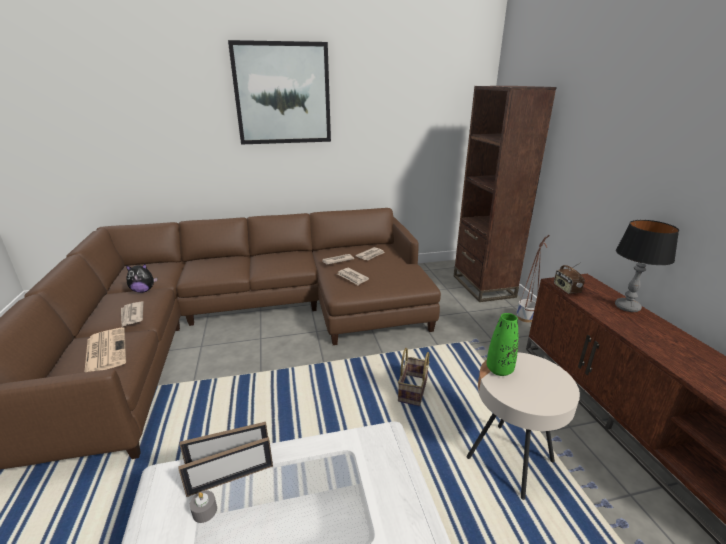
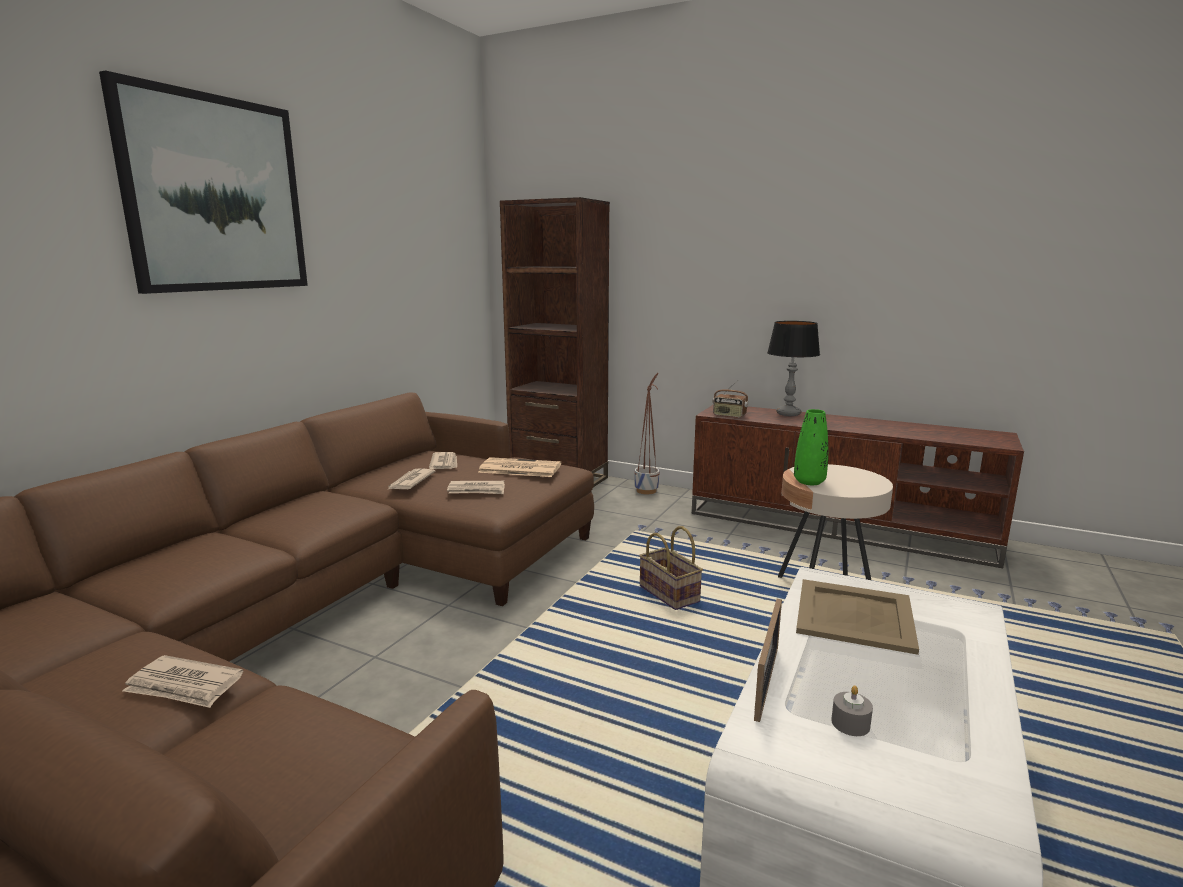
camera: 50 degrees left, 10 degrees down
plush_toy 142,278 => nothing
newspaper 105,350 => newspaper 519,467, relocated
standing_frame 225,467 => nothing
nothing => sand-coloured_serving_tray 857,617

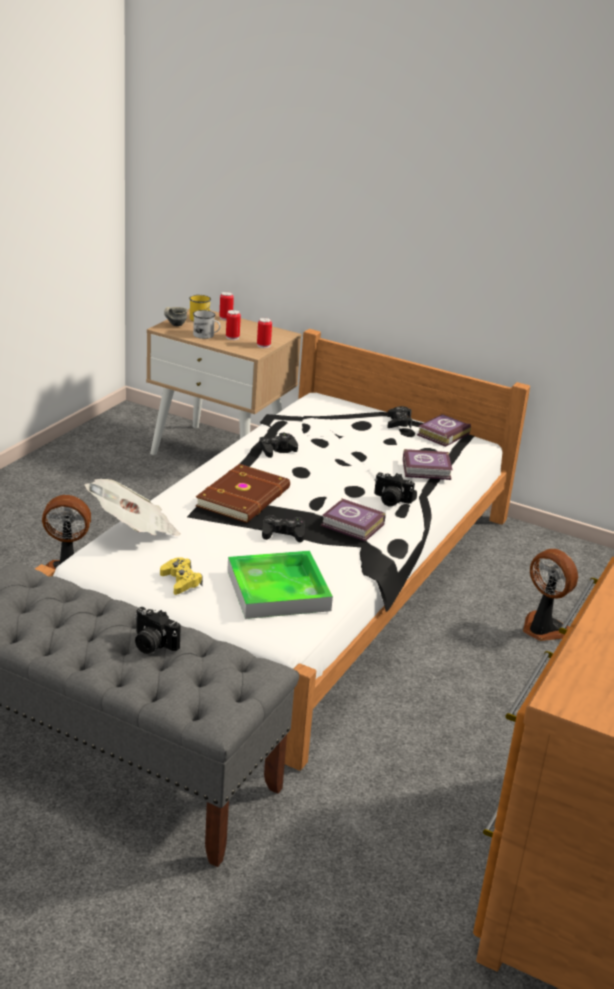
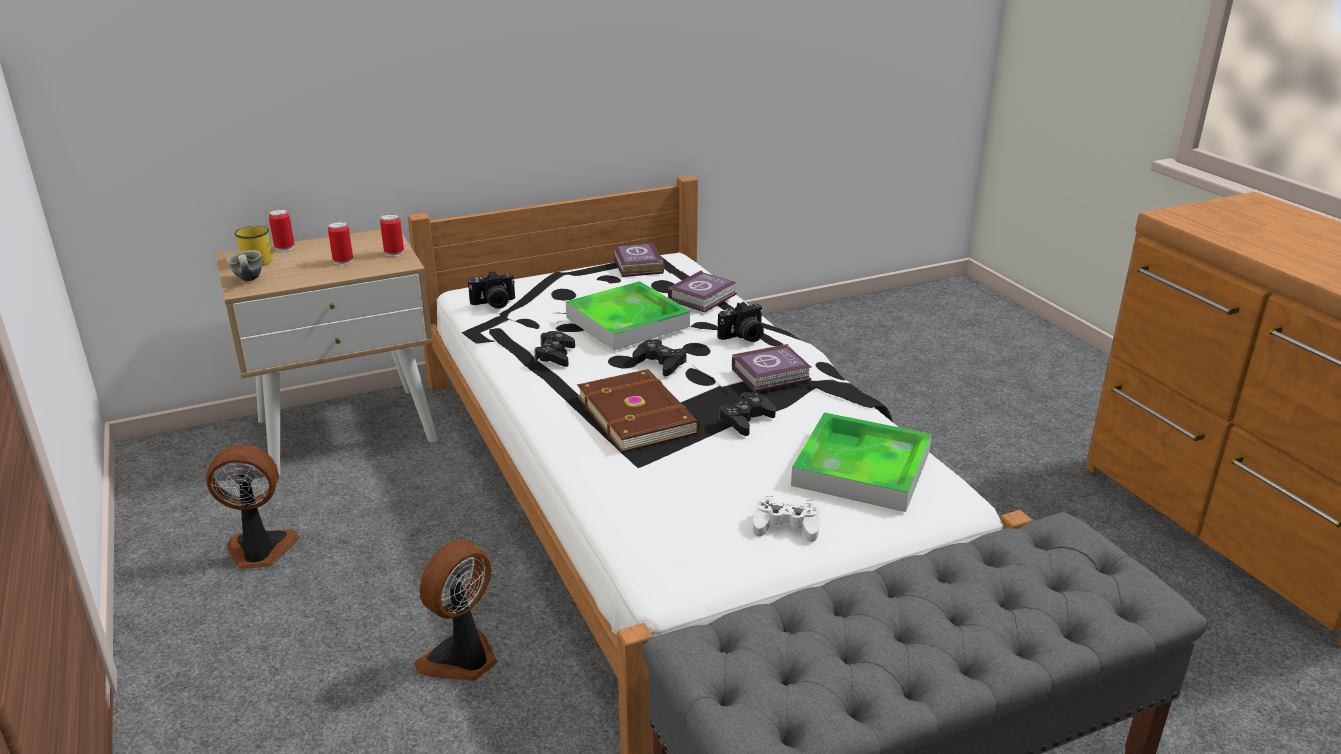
camera: 50 degrees left, 0 degrees up
whitish_tea_mug 207,324 => nothing
black-coloured_game_controller 399,417 => black-coloured_game_controller 659,357, relocated
newspaper 132,507 => nothing
fan 550,595 => fan 253,507, relocated
yellowish_game_controller 181,576 => whitish_game_controller 786,519
photo_camera 157,630 => photo_camera 491,290, relocated
nothing => serving_tray 628,315

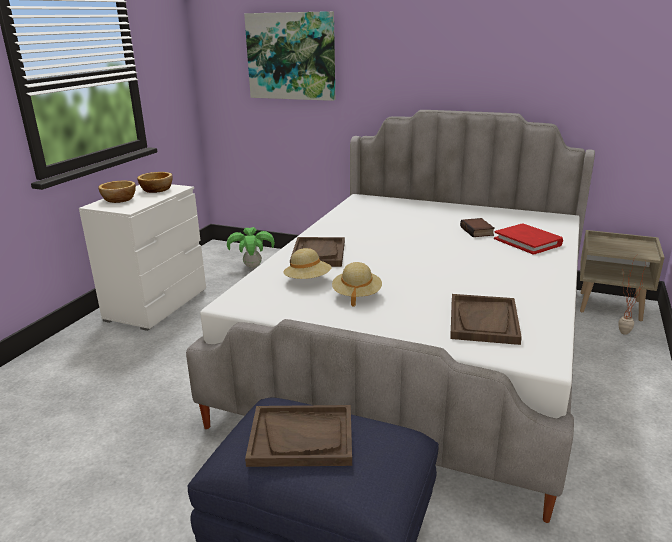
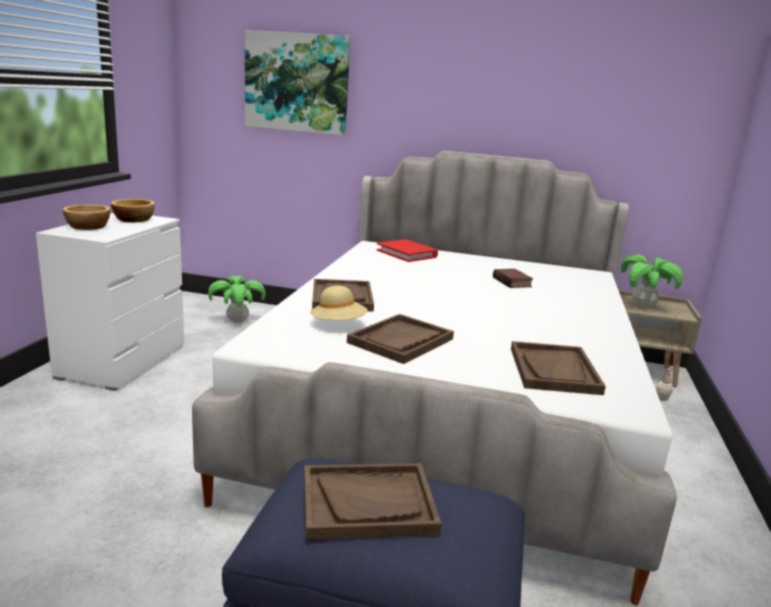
camera: 10 degrees left, 5 degrees down
red-coloured_book 528,239 => red-coloured_book 407,250, relocated
sand-coloured_hat 357,284 => brownish_serving_tray 400,339
nothing => potted_plant 652,281

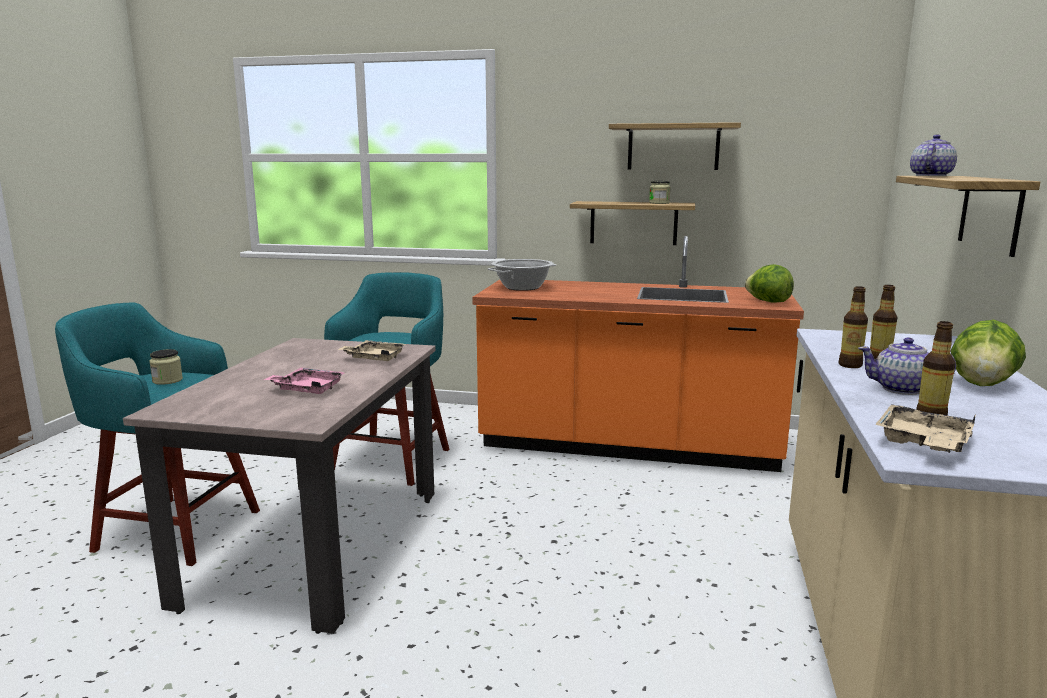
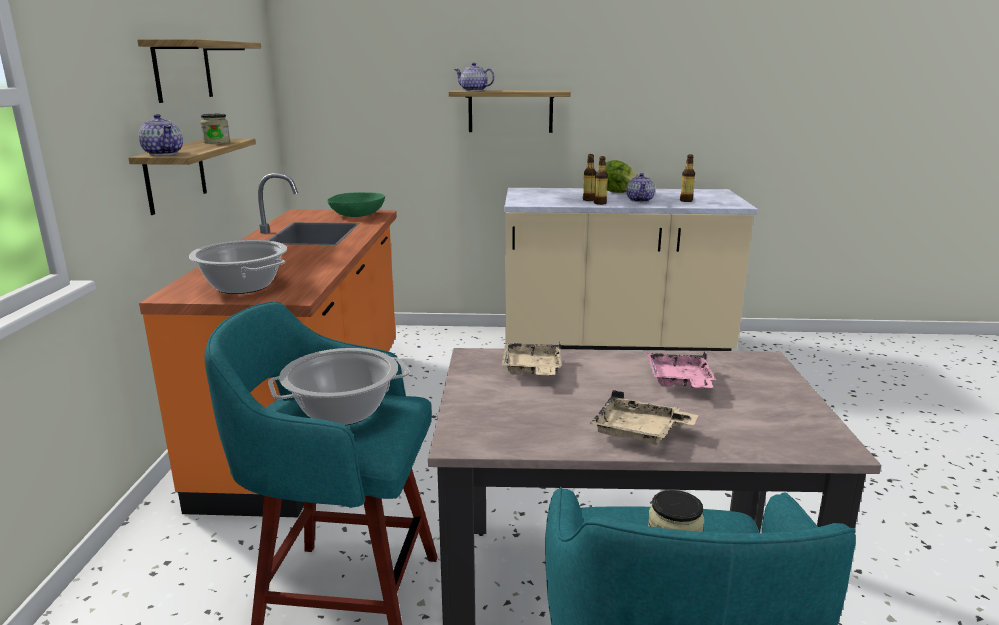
camera: 100 degrees left, 5 degrees up
lettuce_head 769,283 => greenish_serving_bowl 356,204
sand-coloured_serving_tray 926,428 => sand-coloured_serving_tray 644,417, relocated
nothing => tea_pot 160,134
nothing => saucepot 339,386

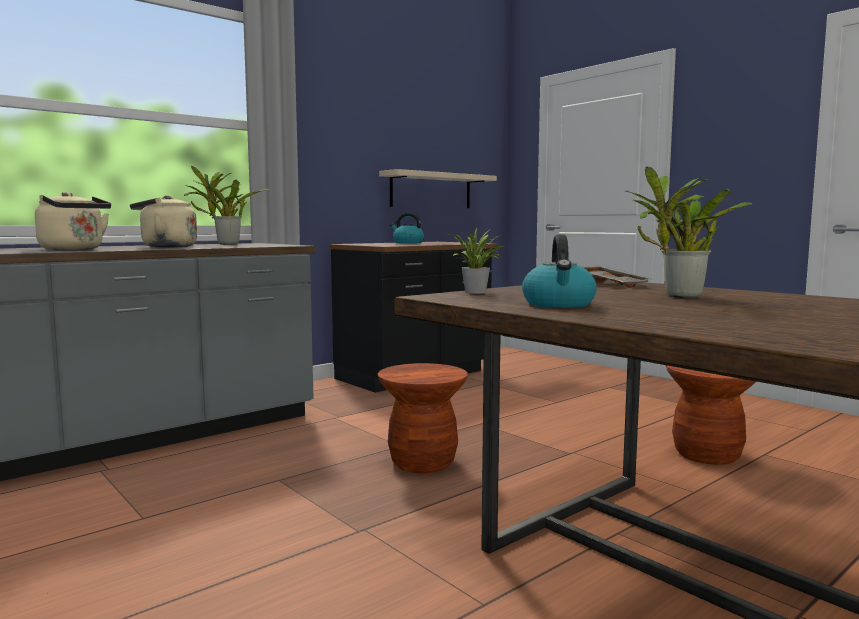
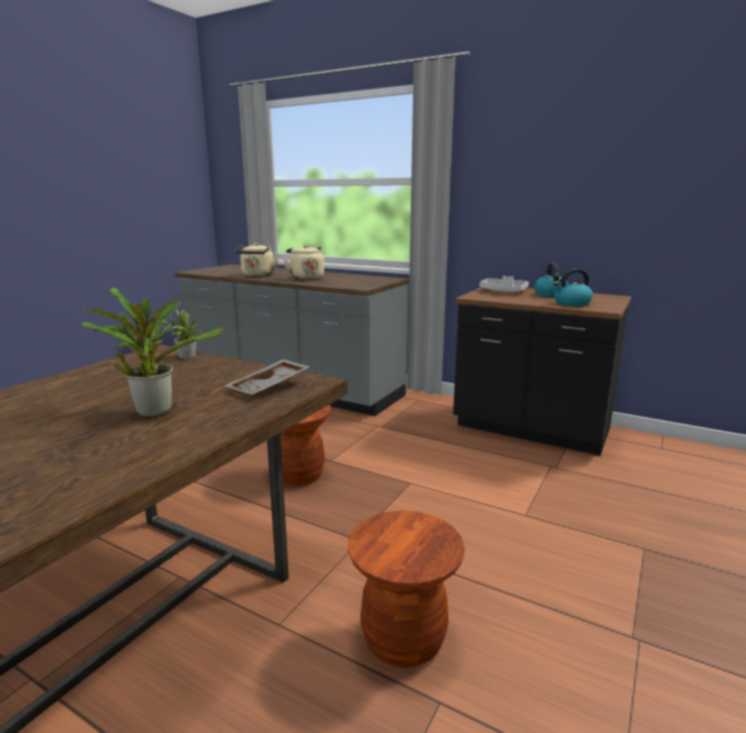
camera: 70 degrees right, 10 degrees up
potted_plant 226,205 => nothing
sand-coloured_shelf 438,188 => nothing
kettle 559,271 => kettle 573,287, relocated
nothing => gray_serving_tray 504,284

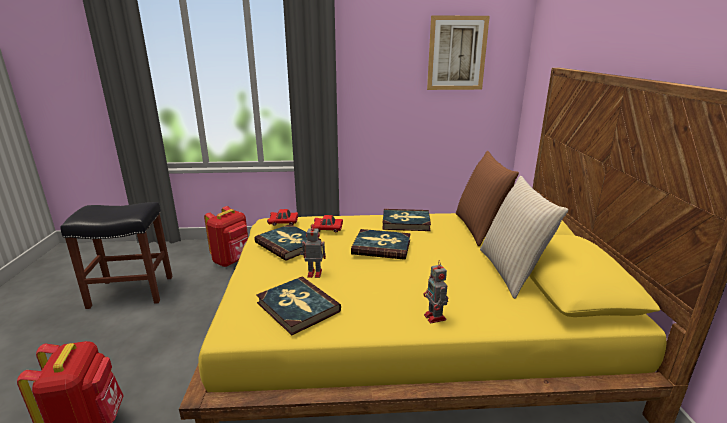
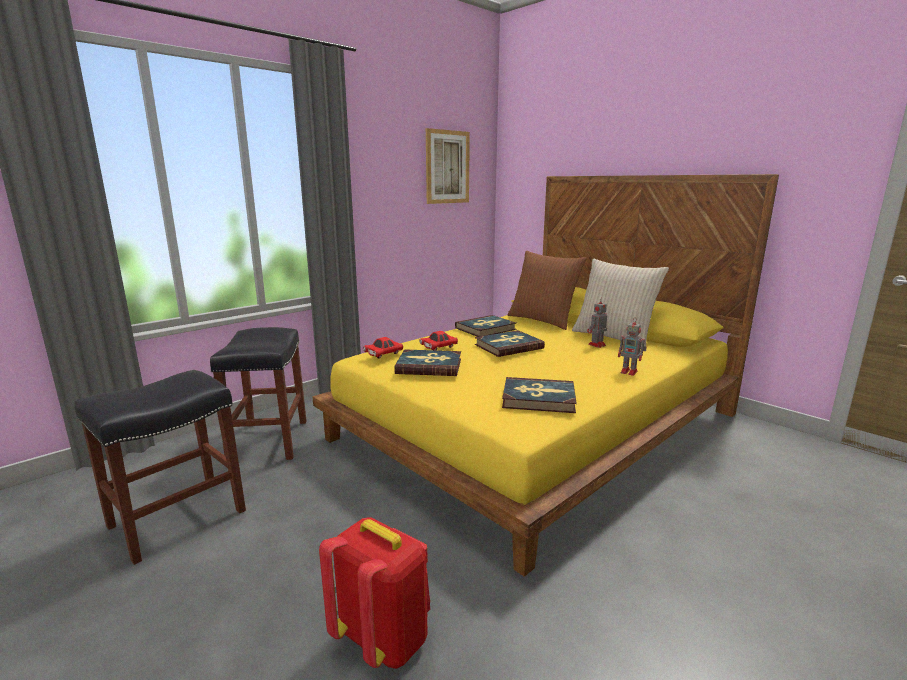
camera: 40 degrees left, 5 degrees down
red-coloured_rucksack 226,236 => black-coloured_stool 258,393
model_robot 313,251 => model_robot 597,323, relocated

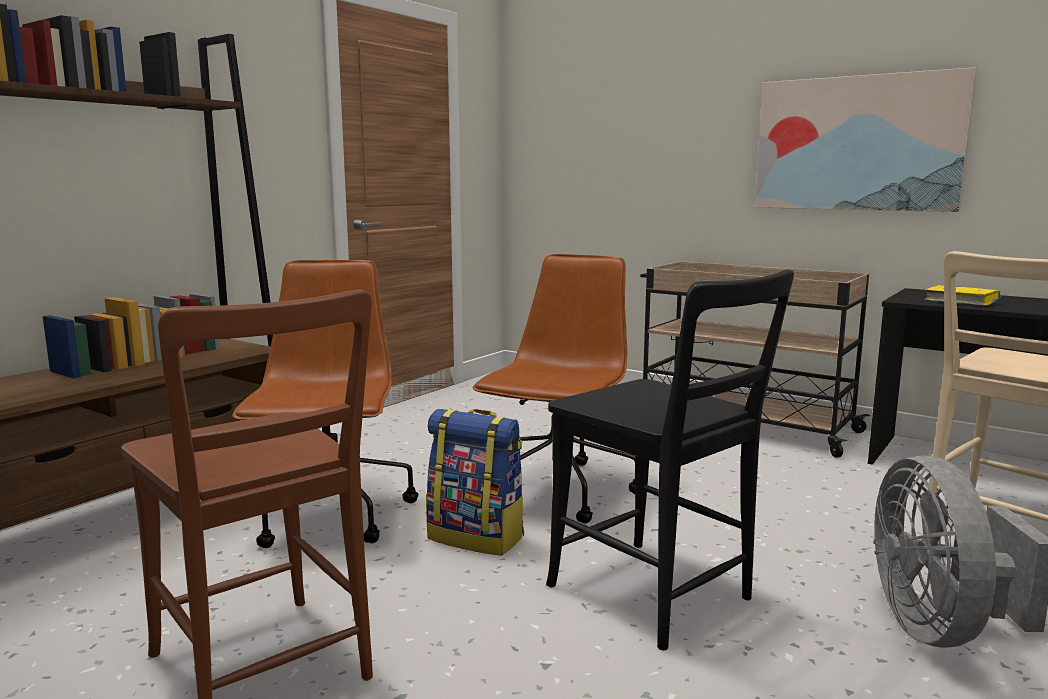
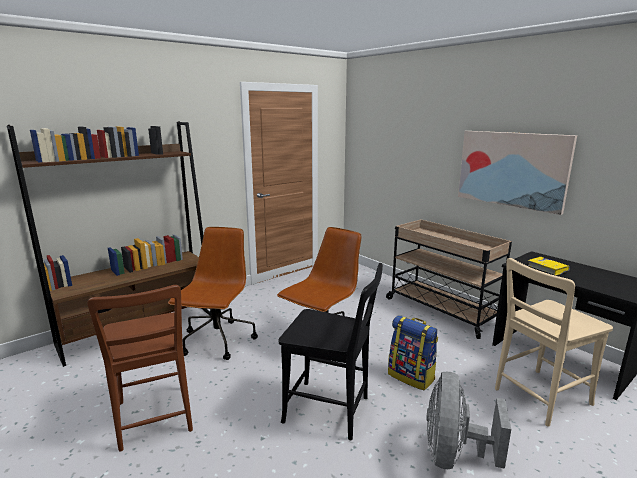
camera: 15 degrees right, 5 degrees up
black-coloured_upright_chair 670,460 => black-coloured_upright_chair 331,352, 45 degrees counterclockwise
rucksack 475,482 => rucksack 413,352, relocated

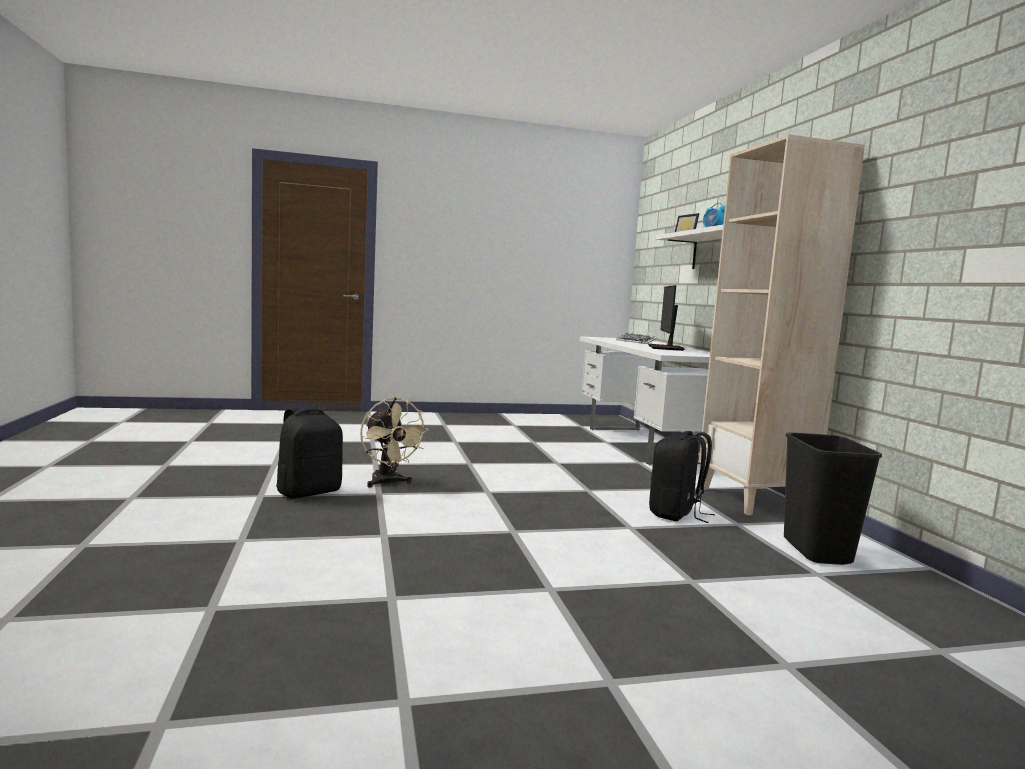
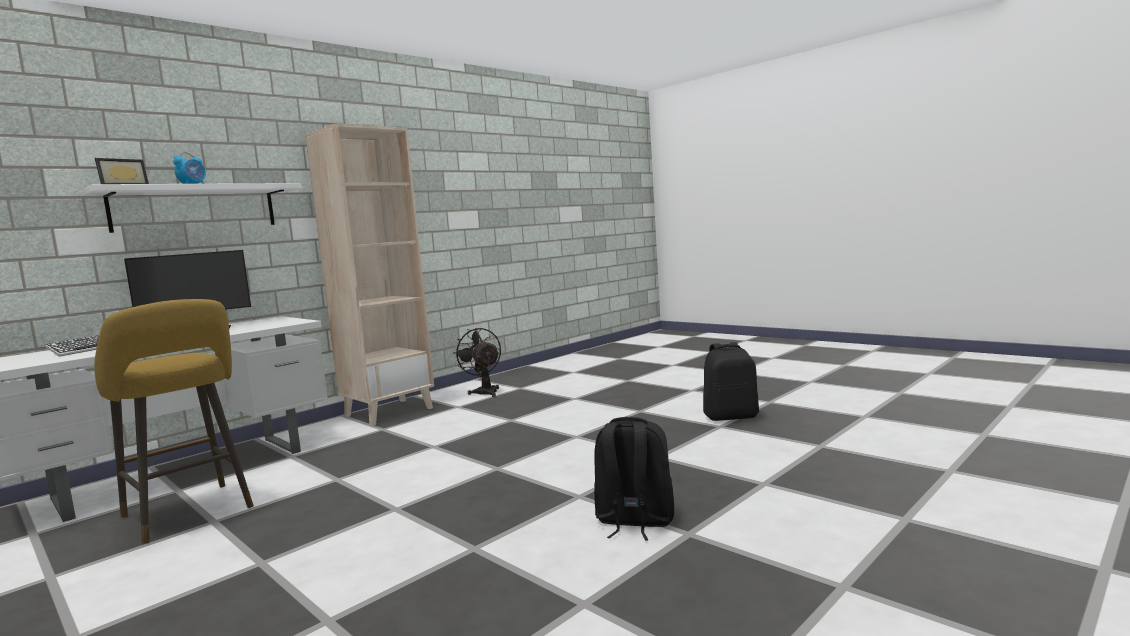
camera: 120 degrees left, 0 degrees up
sand-coloured_fan 394,442 => nothing
black-coloured_rucksack 682,477 => black-coloured_rucksack 731,381, relocated
black-coloured_trash_can 833,498 => black-coloured_fan 477,362
nothing => yellowish_stool 174,421

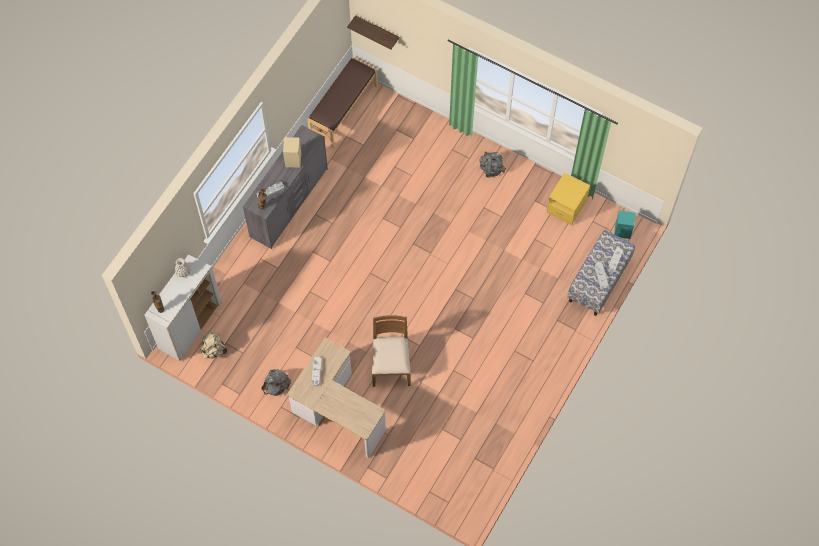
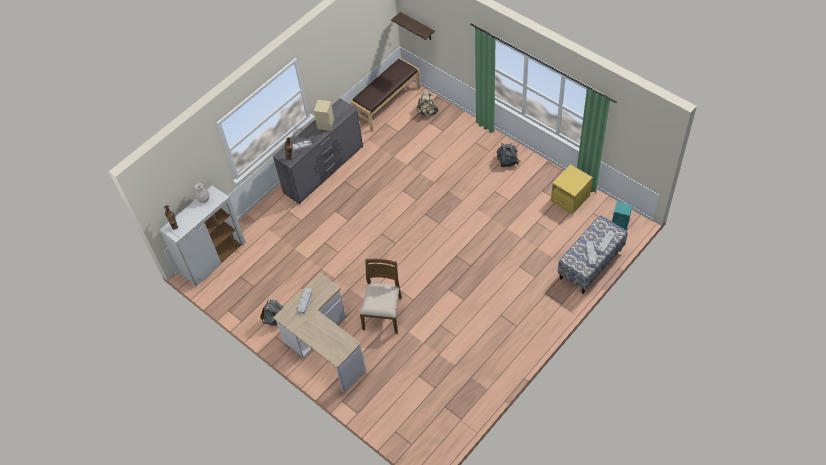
camera: 15 degrees right, 10 degrees down
sand-coloured_rucksack 214,345 => sand-coloured_rucksack 427,103, relocated

